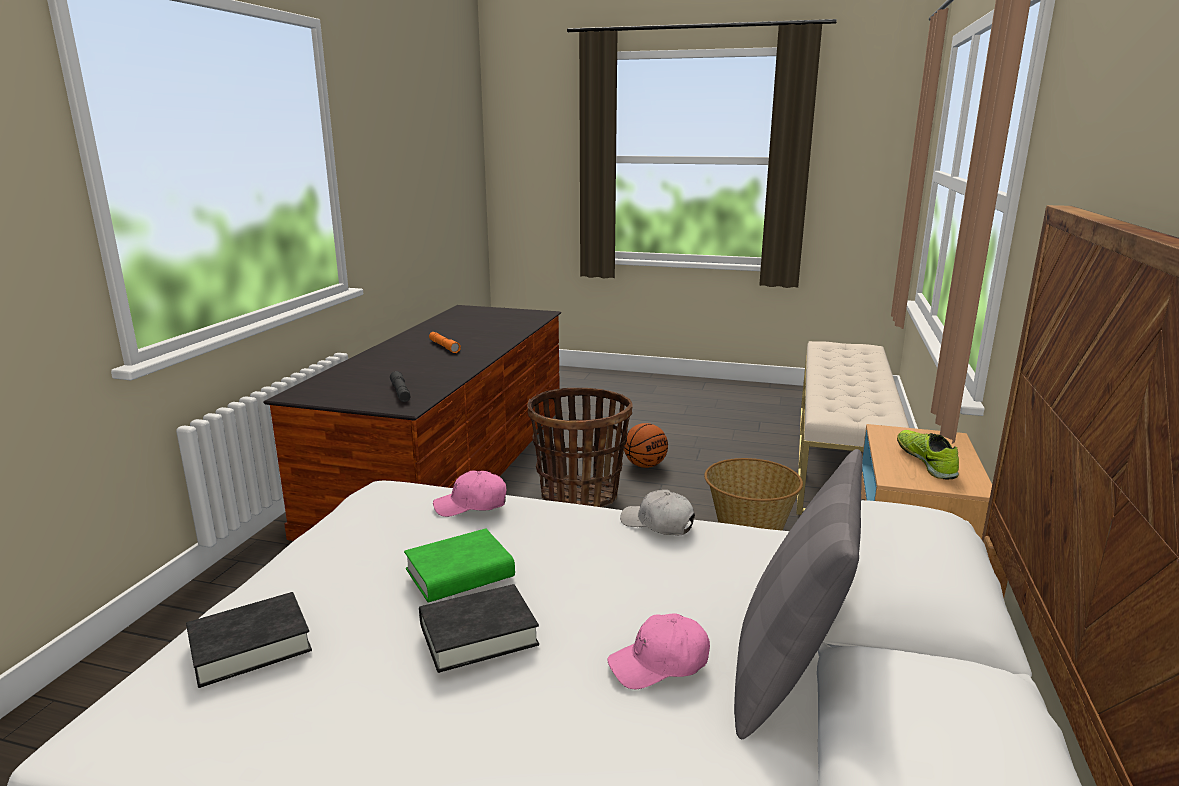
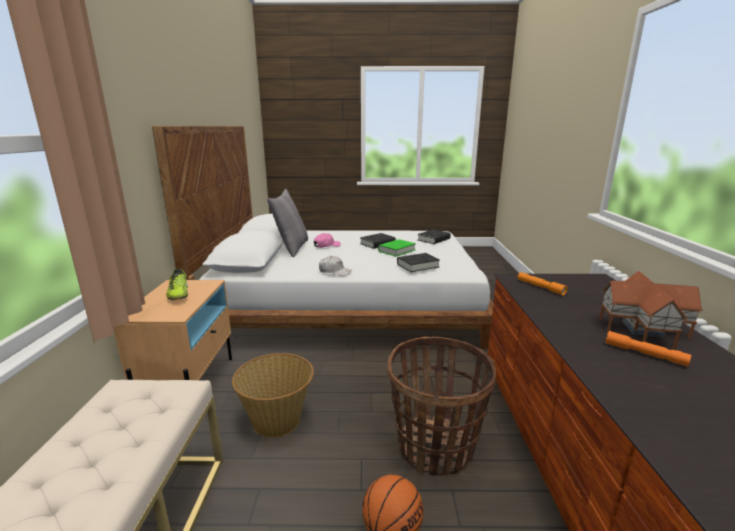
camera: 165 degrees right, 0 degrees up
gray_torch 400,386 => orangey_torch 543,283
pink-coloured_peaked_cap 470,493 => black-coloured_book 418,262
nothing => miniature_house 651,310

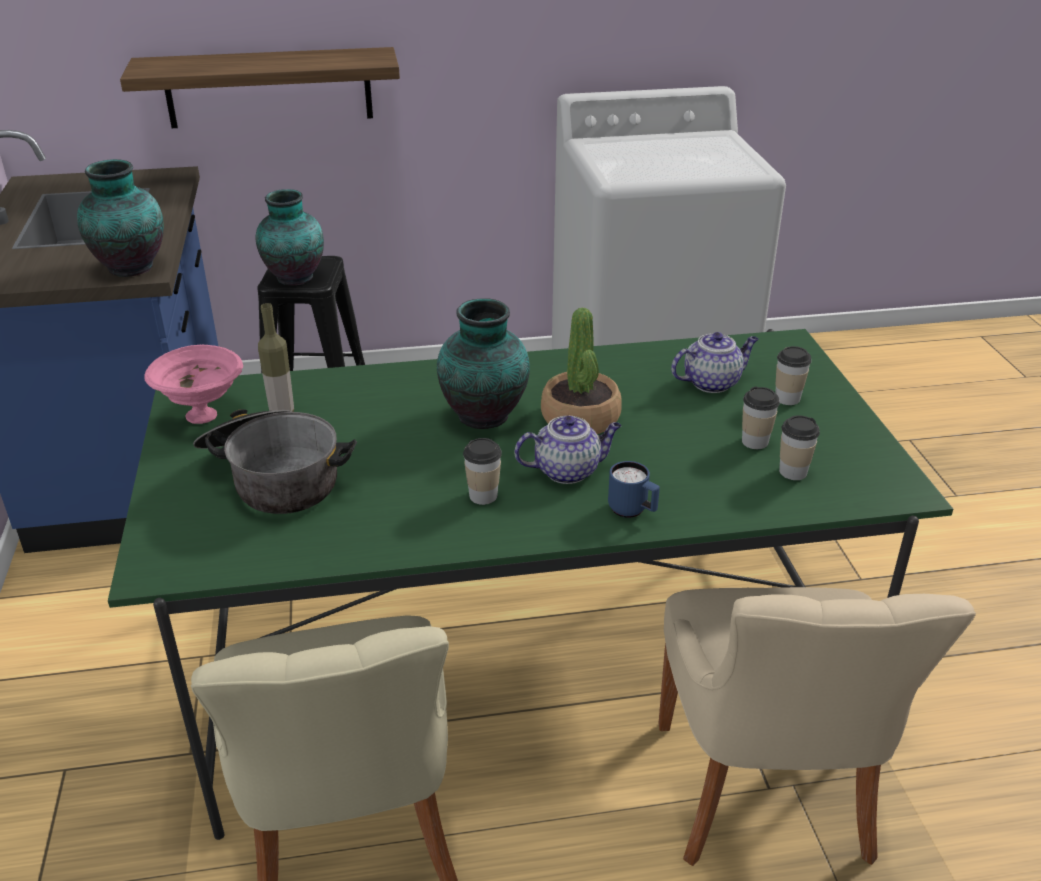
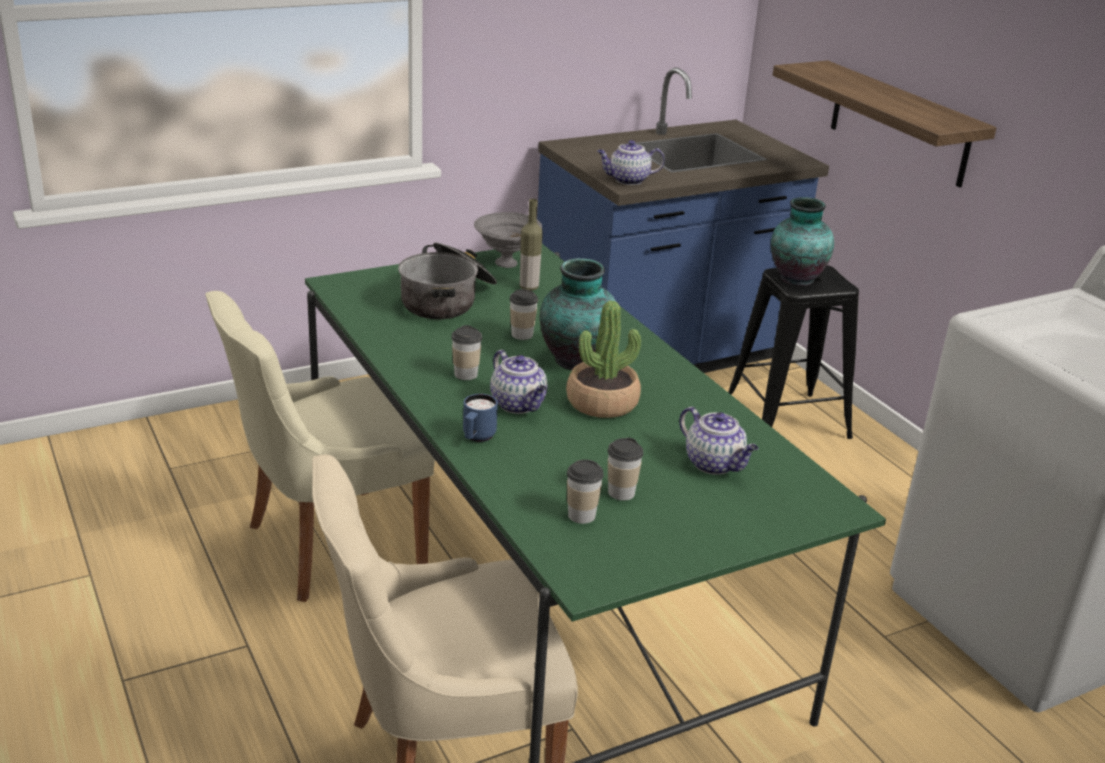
camera: 70 degrees right, 5 degrees down
flower_vase 120,218 => tea_pot 631,162
pink-coloured_serving_bowl 193,384 => gray_serving_bowl 508,240
small_cup 793,375 => small_cup 524,314, relocated

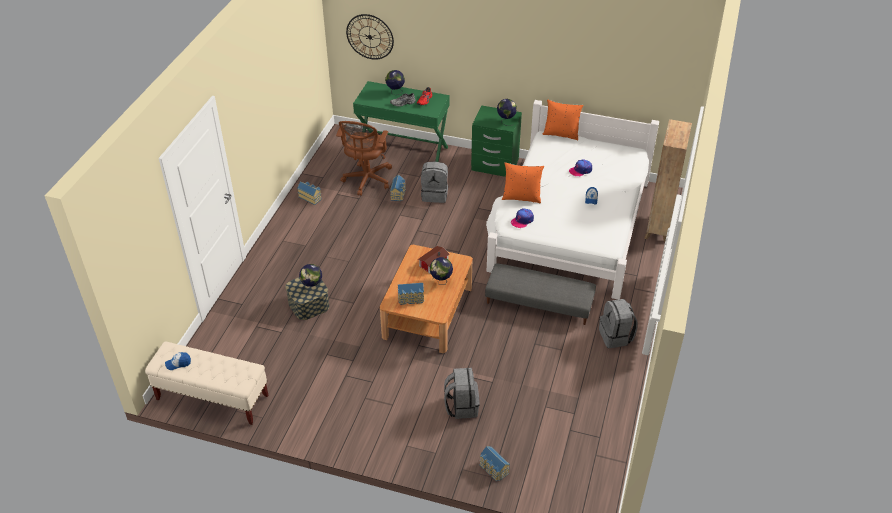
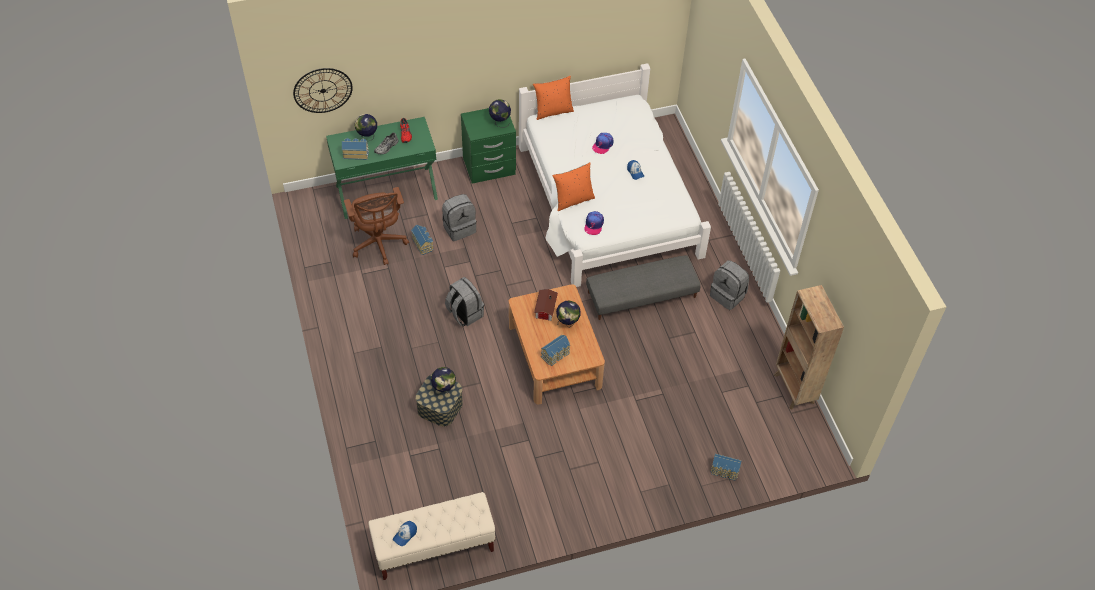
camera: 35 degrees left, 10 degrees up
brownish_shelving_unit 668,180 => brownish_shelving_unit 809,347, relocated
miniature_house 309,193 => miniature_house 355,149, relocated
gray_rucksack 462,393 => gray_rucksack 464,301, relocated

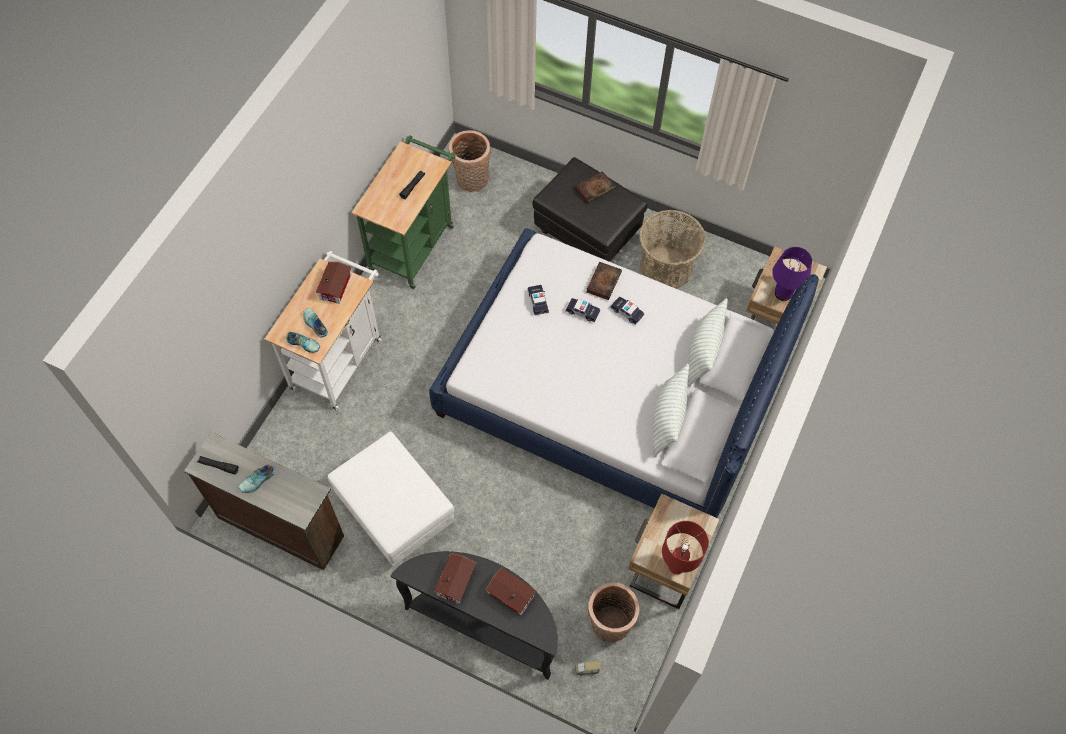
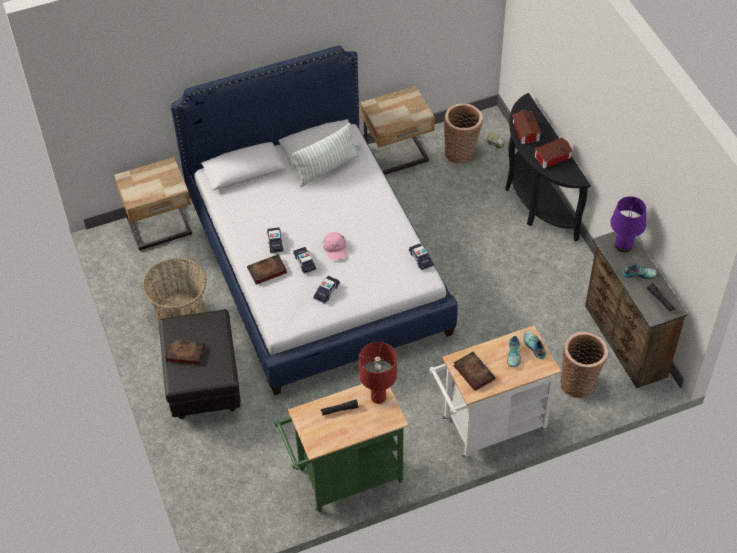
camera: 135 degrees left, 10 degrees down
basket 470,161 => basket 584,365, relocated
purplish_table_lamp 792,274 => purplish_table_lamp 628,224, relocated
miniature_house 334,283 => book 474,371
throw_pillow 708,342 => nothing
whitish_ottoman 391,499 => nothing
red-coloured_table_lamp 685,548 => red-coloured_table_lamp 378,373, relocated
nothing => pink-coloured_peaked_cap 335,246
nothing => toy_car 421,257

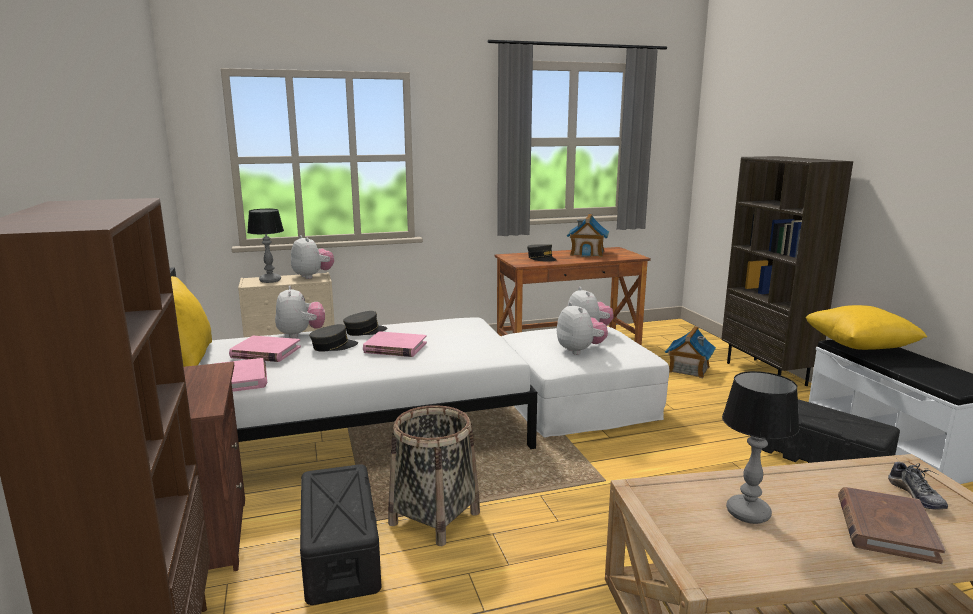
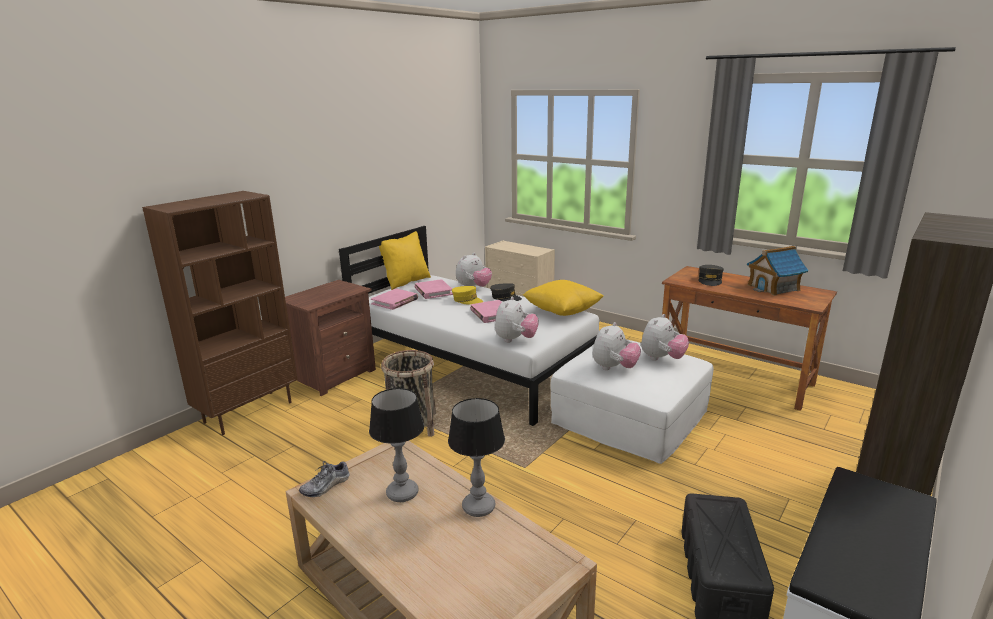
camera: 55 degrees right, 5 degrees up
table_lamp 265,246 => table_lamp 476,457, relocated
plush_toy 312,257 => plush_toy 517,319, relocated
yellowish_throw_pillow 866,327 => yellowish_throw_pillow 563,298, relocated
gray_peaked_cap 333,338 => yellowish_peaked_cap 467,295
miniature_house 690,352 => nothing
item_of_footwear 918,484 => item_of_footwear 324,478, relocated
black-coloured_storage_container 340,534 => nothing
brownish_book 891,525 => nothing

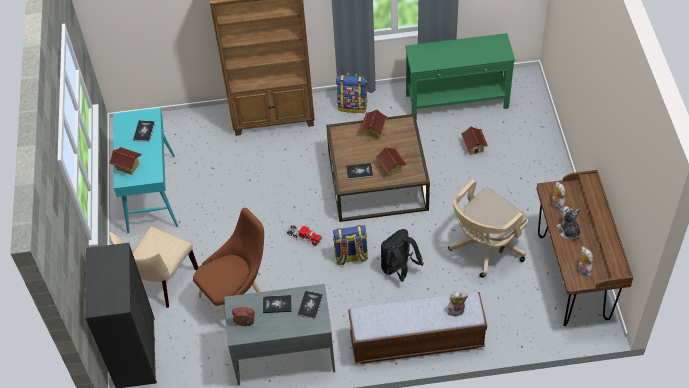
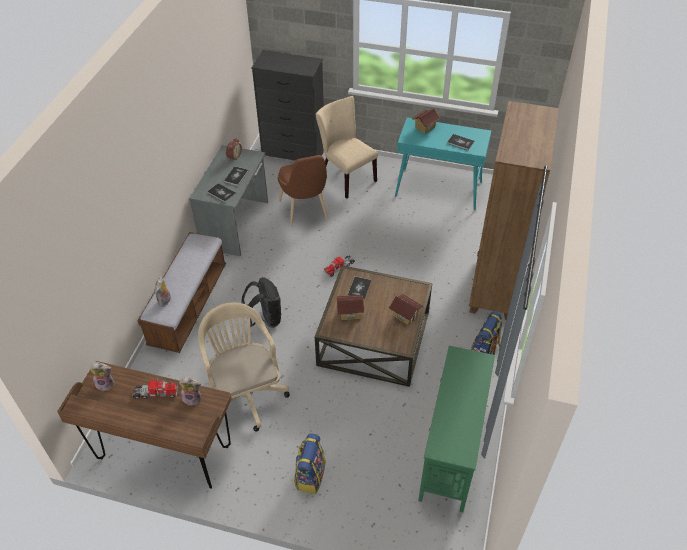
camera: 110 degrees right, 5 degrees down
miniature_house 474,140 => nothing
plush_toy 568,223 => toy_truck 155,388
rucksack 350,245 => rucksack 310,464, relocated

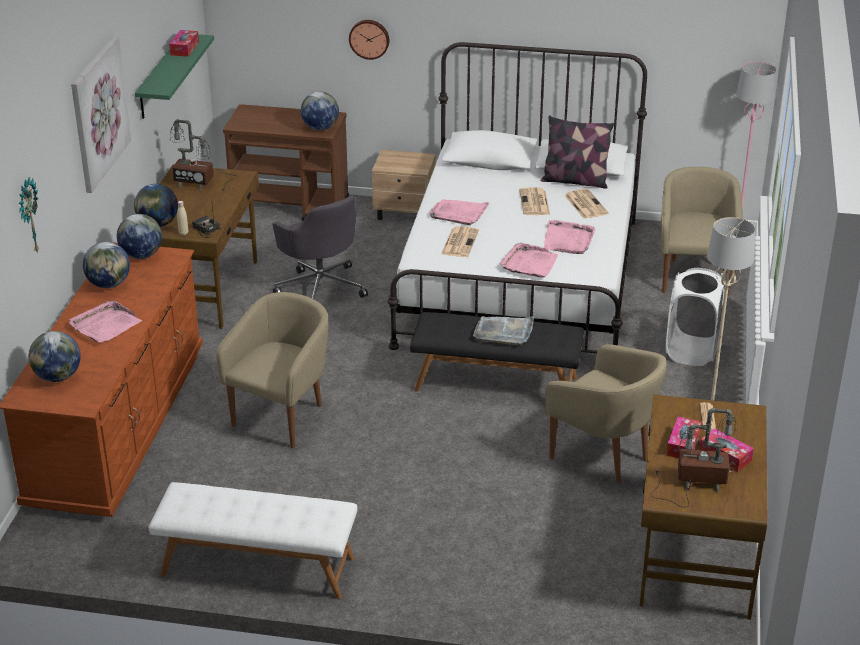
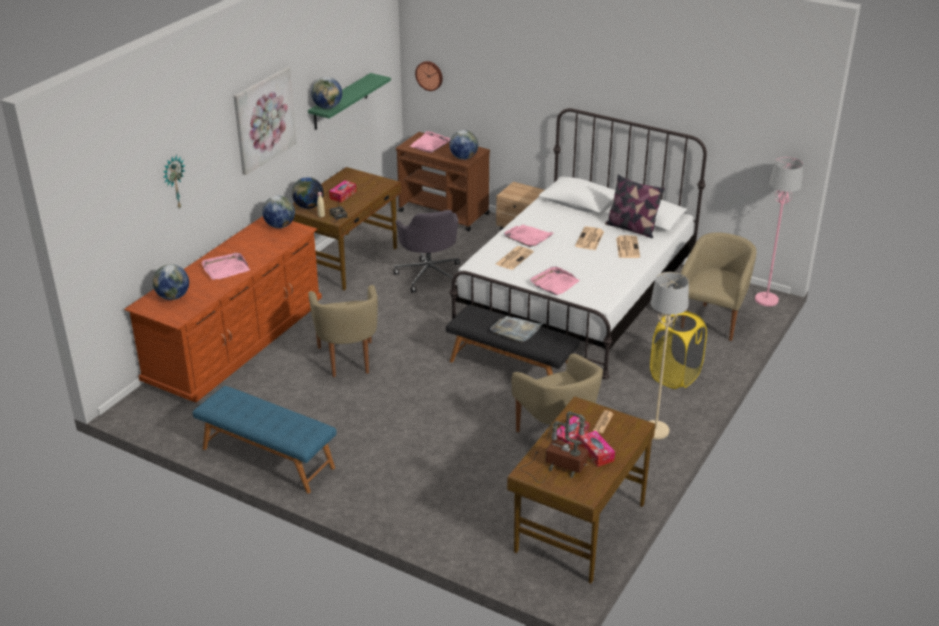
camera: 20 degrees right, 0 degrees up
hanging_clock 369,40 => hanging_clock 429,76, relocated
tissue_holder 184,43 => tissue_holder 342,191, relocated
table_lamp 204,154 => nothing
pink-coloured_serving_tray 569,237 => pink-coloured_serving_tray 430,142, relocated
globe 106,265 => globe 326,93, relocated
whitish_washing_basket 695,317 => yellowish_washing_basket 678,350
sand-coloured_lounge_chair 272,370 => sand-coloured_lounge_chair 343,331, 120 degrees clockwise
whitish_bench 253,540 => blue_bench 265,440

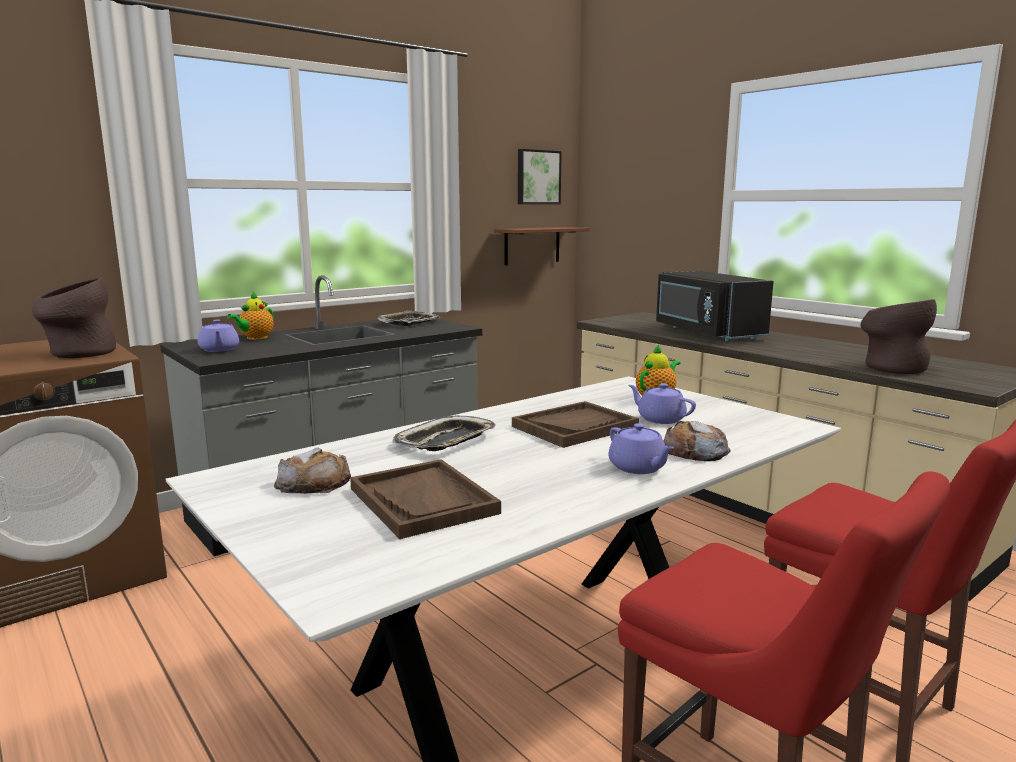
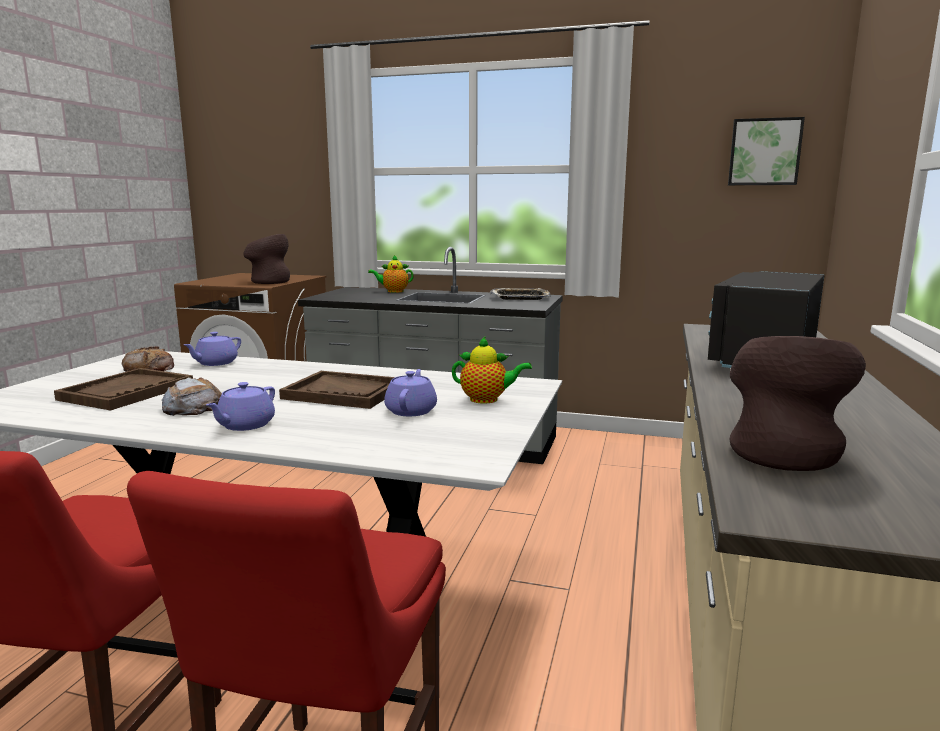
camera: 55 degrees right, 0 degrees up
brownish_shelf 542,246 => nothing
purplish_tea_pot 218,335 => purplish_tea_pot 212,349, relocated
serving_tray 444,433 => nothing
bread 697,441 => bread 192,396, relocated

